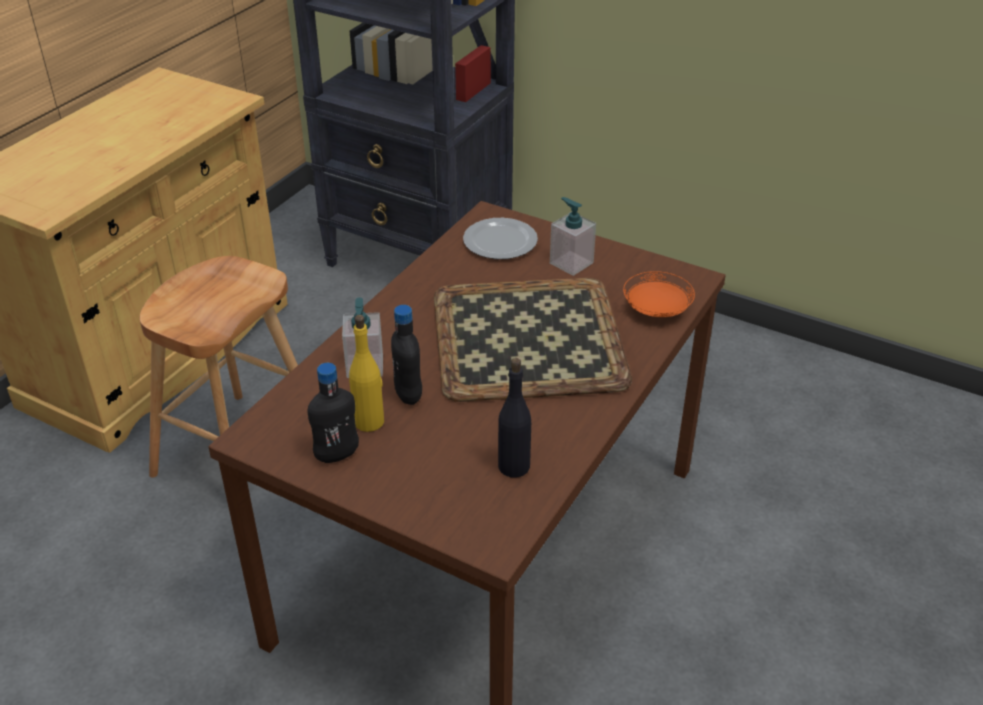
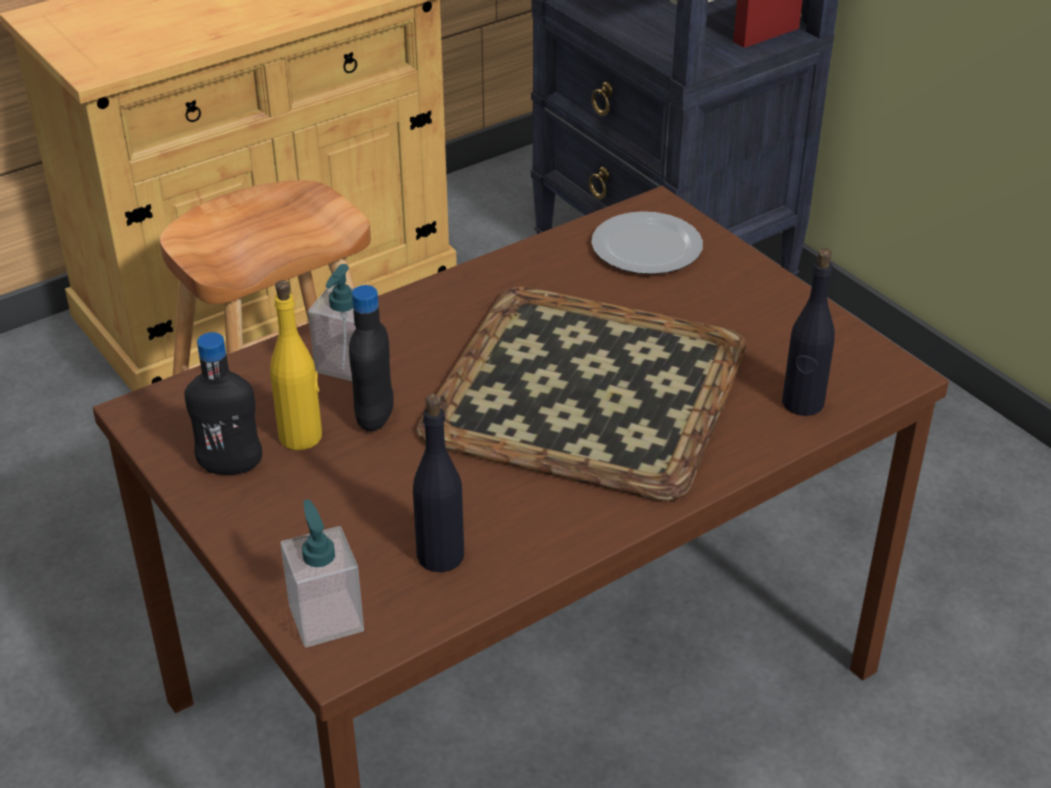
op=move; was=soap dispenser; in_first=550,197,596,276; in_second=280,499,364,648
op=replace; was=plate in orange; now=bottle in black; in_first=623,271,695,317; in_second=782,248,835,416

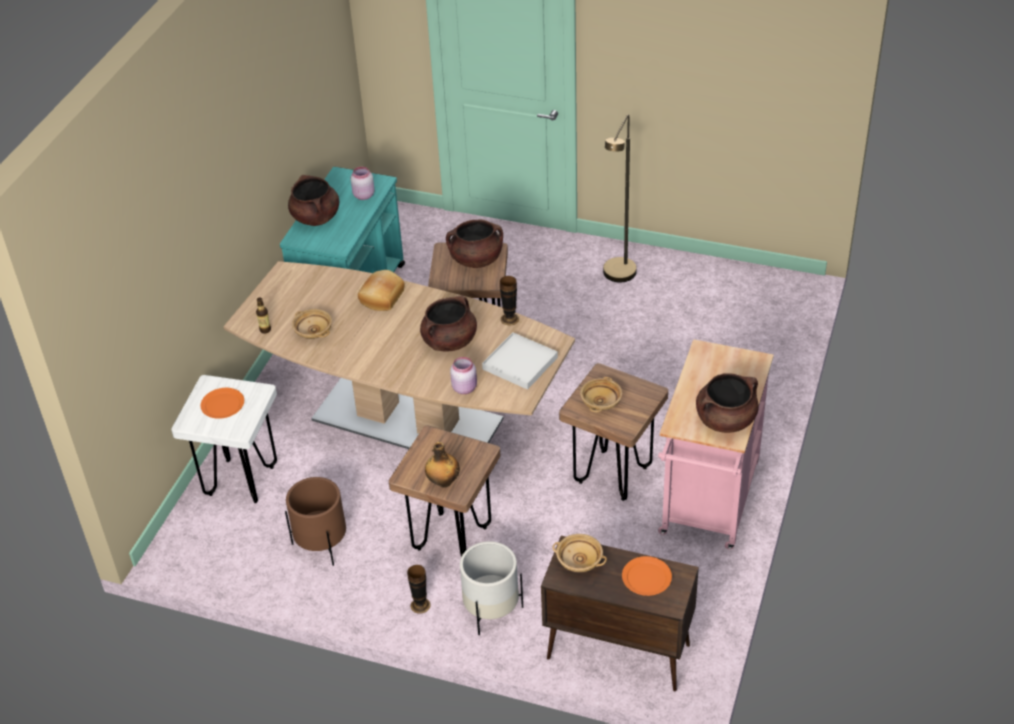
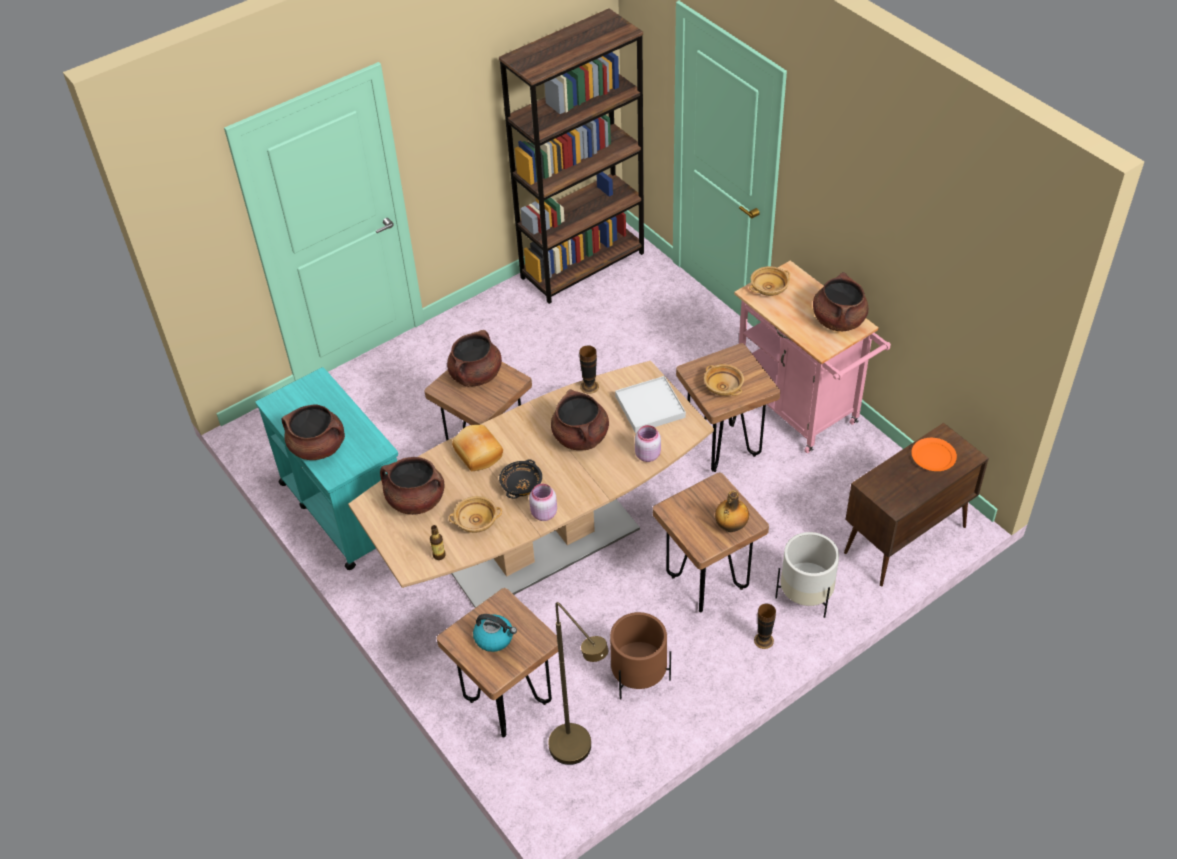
op=move; was=floor lamp in brown; in_first=603,115,637,283; in_second=548,602,608,765
op=move; was=jar in pink; in_first=351,167,374,200; in_second=529,484,557,521
op=recolor; was=stool in white; now=stool in brown; in_first=171,375,277,503; in_second=436,588,558,738
op=replace; was=plate in orange; now=kettle; in_first=200,388,244,419; in_second=473,614,517,652
op=move; was=bowl in beige; in_first=553,534,607,572; in_second=749,266,790,296
op=insert; now=bookcase in brown; in_second=499,8,644,304
op=insert; now=cooking pot in brown; in_second=380,457,444,515
op=insert; now=bowl in black; in_second=499,460,542,499

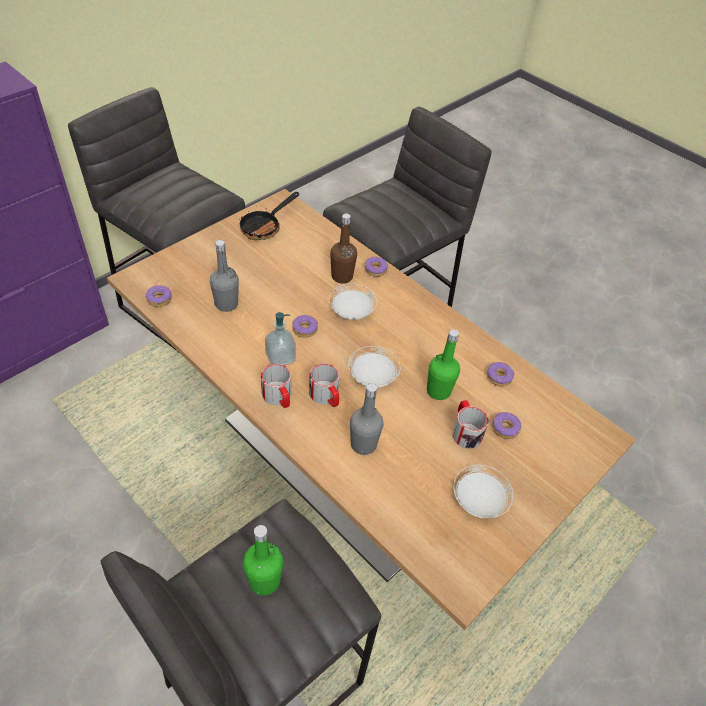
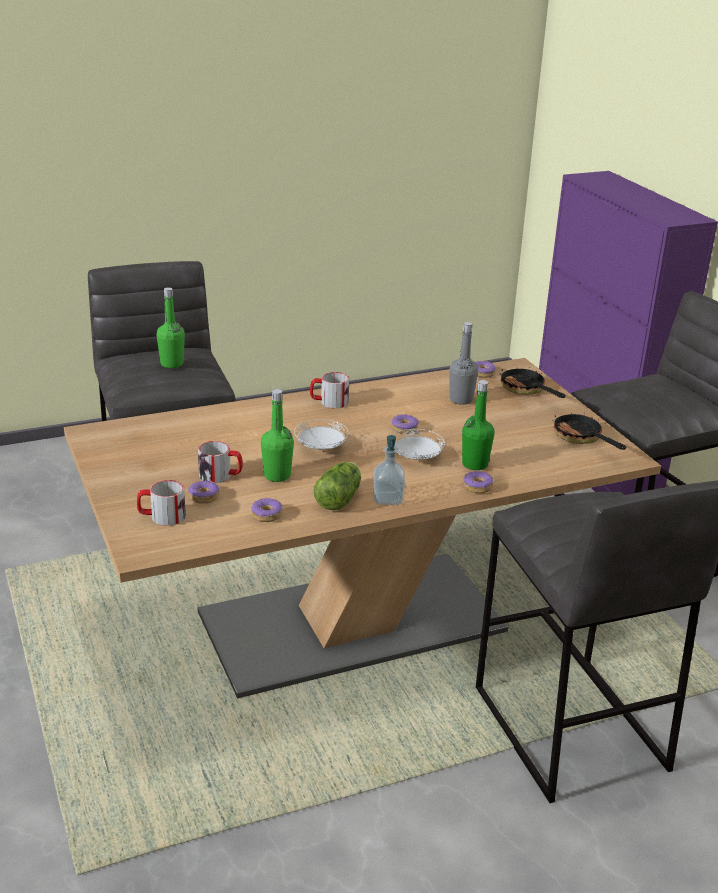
op=recolor; was=bottle in brown; now=bottle in green; in_first=330,214,357,284; in_second=462,380,495,470
op=move; was=soap dispenser; in_first=265,312,296,365; in_second=373,435,405,505
op=move; was=mug; in_first=309,363,339,407; in_second=137,480,186,526
op=delete; was=bottle in grey; in_first=350,383,383,455
op=delete; was=plate in white; in_first=453,465,513,518
op=insert; now=frying pan; in_second=500,367,566,398
op=insert; now=lettuce; in_second=314,462,361,510

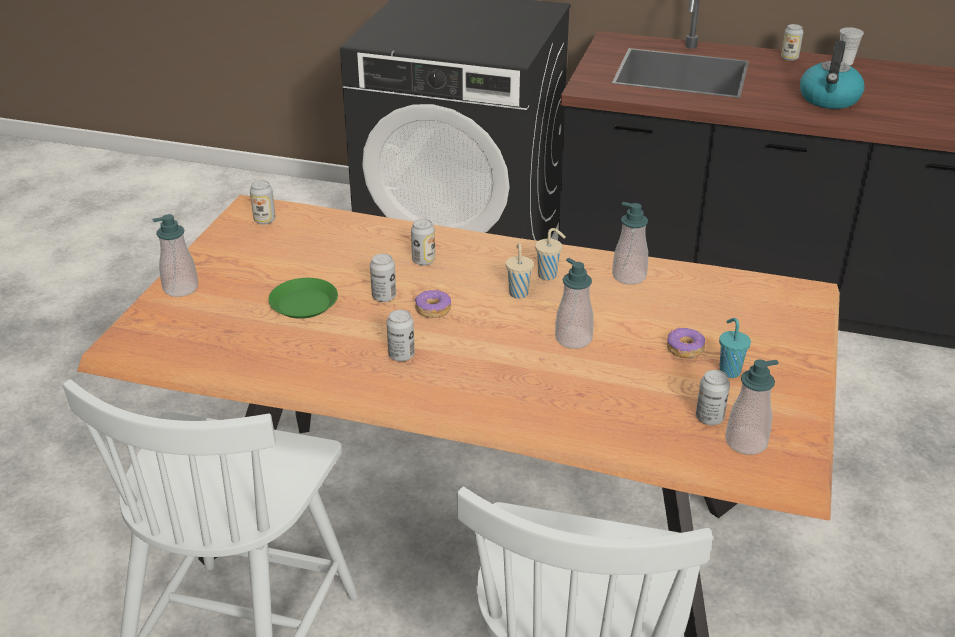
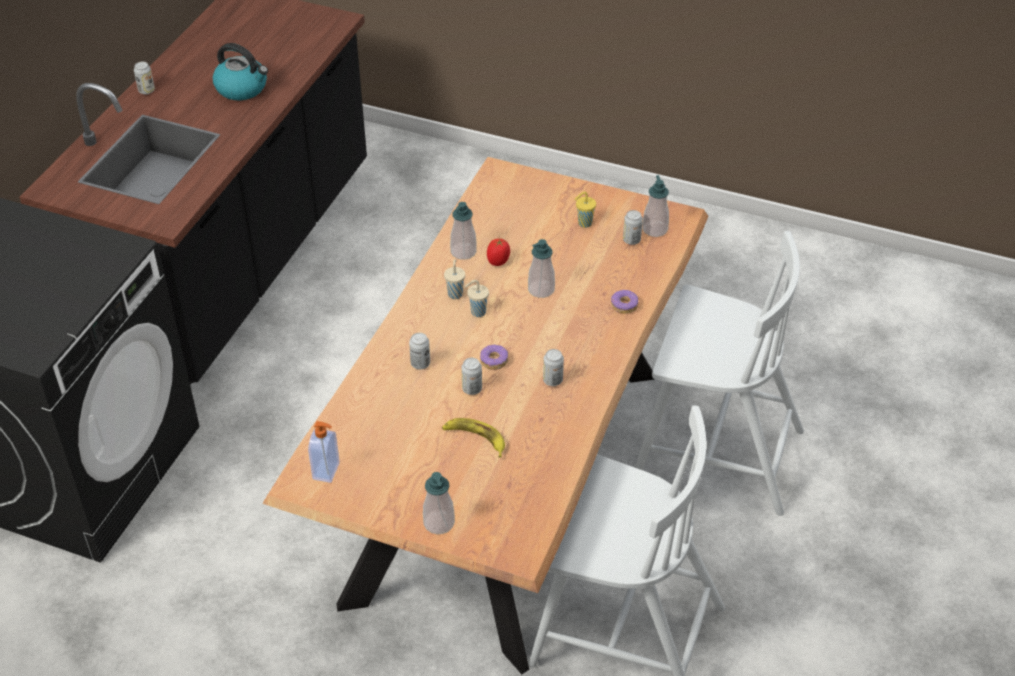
op=delete; was=cup in white; in_first=840,27,864,65
op=replace; was=can; now=soap dispenser; in_first=250,180,276,225; in_second=308,421,340,483
op=replace; was=plate in green; now=banana; in_first=268,278,338,319; in_second=442,418,505,458
op=recolor; was=cup in turquoise; now=cup in yellow; in_first=719,318,751,378; in_second=575,192,596,228
op=move; was=donut; in_first=667,328,705,358; in_second=611,290,639,314
op=insert; now=tomato; in_second=487,239,510,266

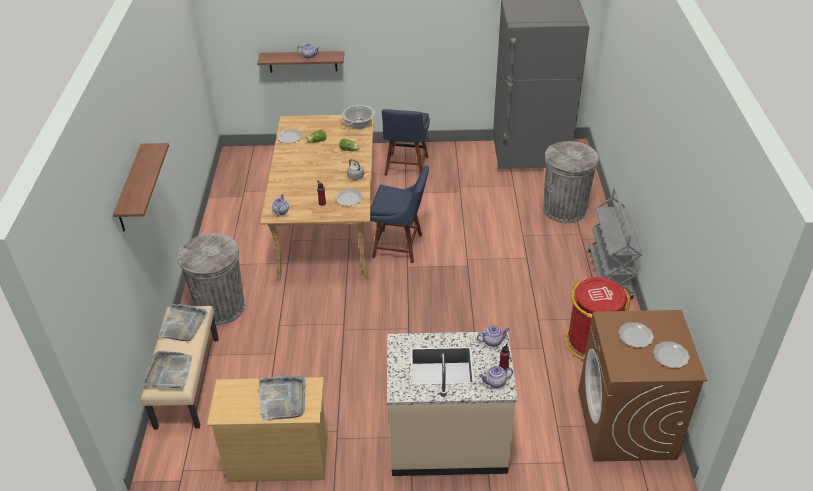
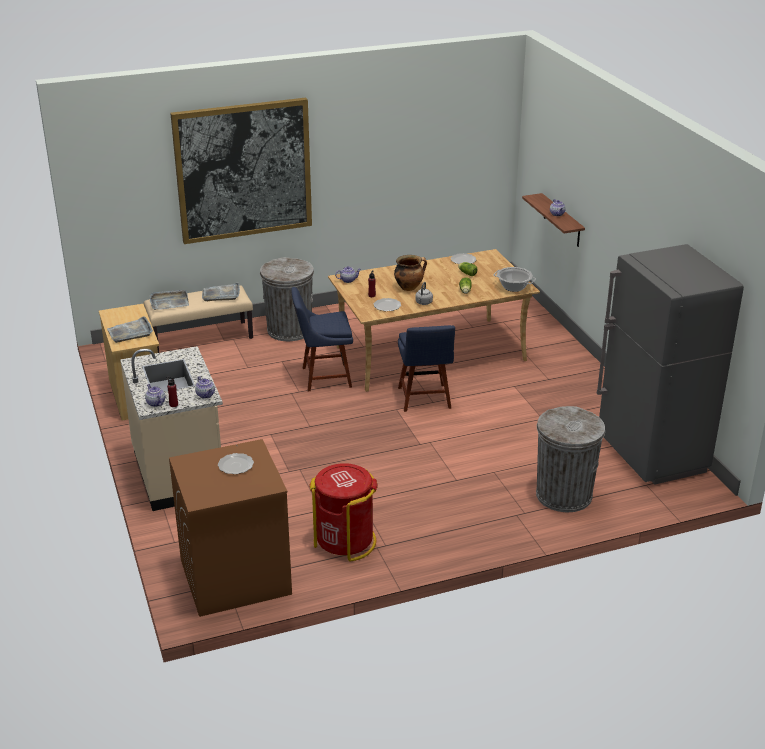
op=move; was=chair in blue; in_first=382,109,430,176; in_second=291,287,353,391
op=replace; was=shelf; now=picture; in_first=113,143,169,232; in_second=170,98,312,244
op=delete; was=cart in grey; in_first=588,188,642,299
op=delete; was=plate; in_first=653,341,690,368
op=insert; now=cooking pot; in_second=394,255,427,291

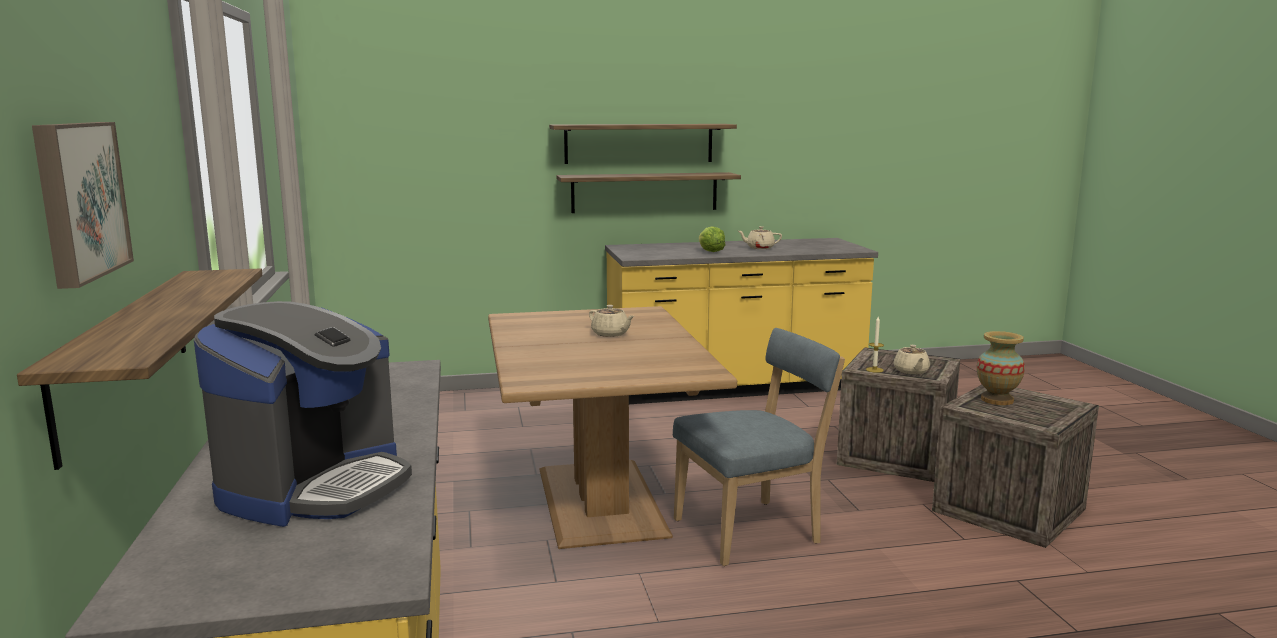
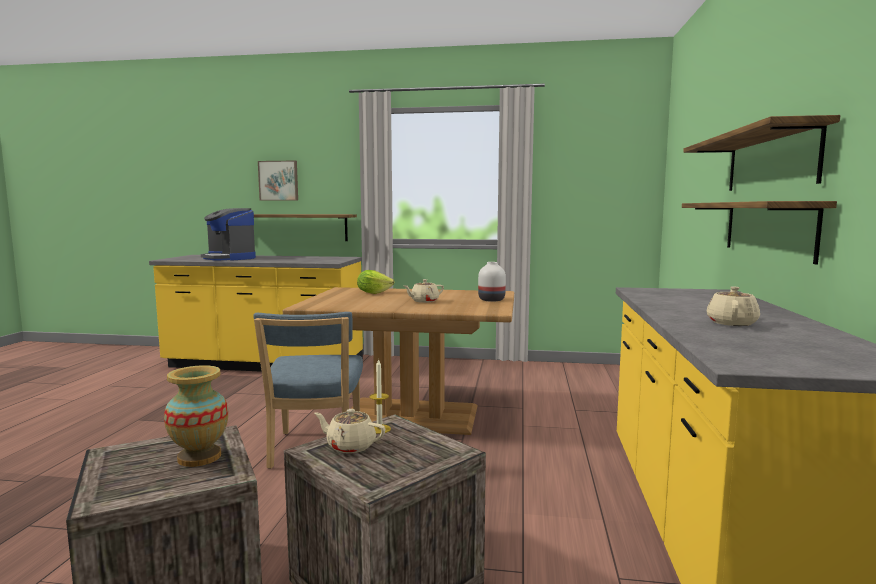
op=move; was=lettuce; in_first=699,227,725,252; in_second=357,270,394,294
op=insert; now=vase in white; in_second=478,262,506,302

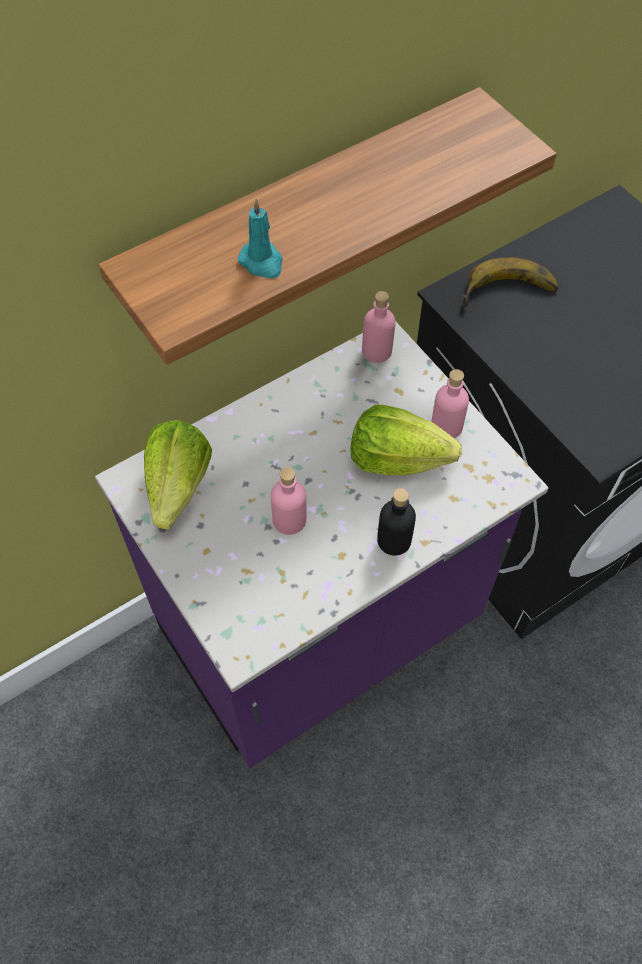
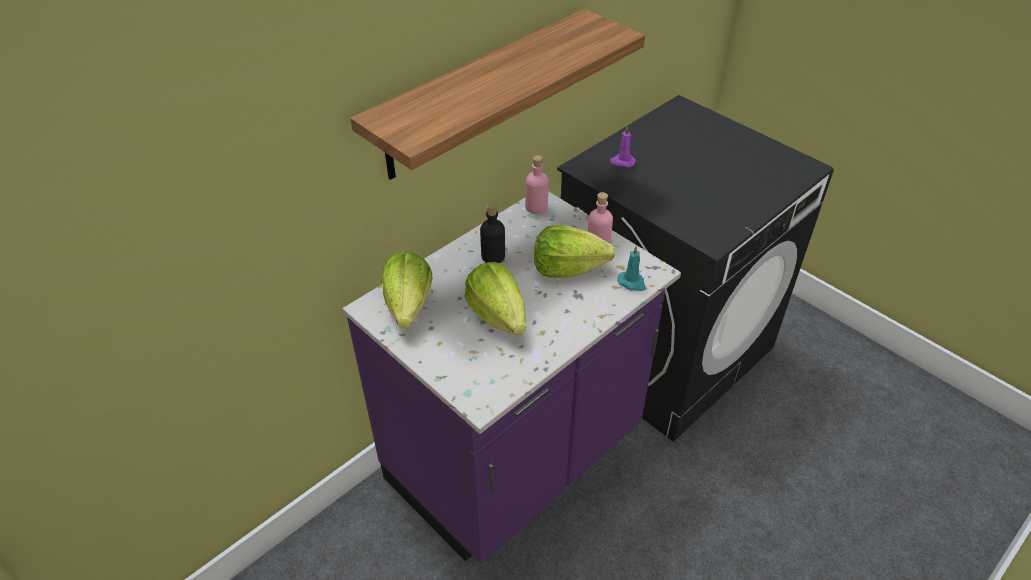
op=move; was=candle in turquoise; in_first=238,199,283,279; in_second=617,246,645,291
op=replace; was=banana; now=candle in purple; in_first=462,257,559,307; in_second=609,126,636,168
op=replace; was=bottle in pink; now=lettuce; in_first=271,467,306,535; in_second=465,262,526,335
op=move; was=bottle in black; in_first=377,488,416,556; in_second=480,203,505,263

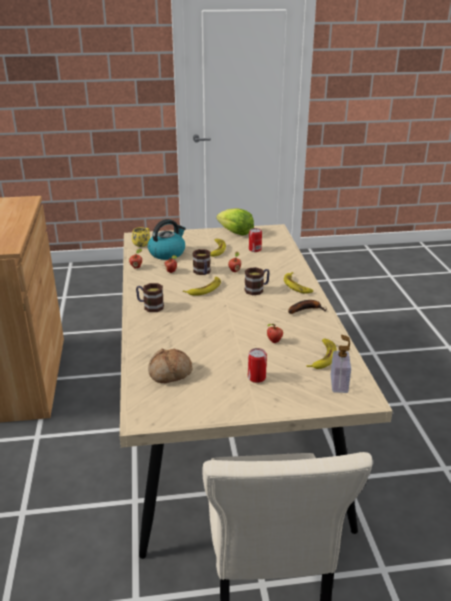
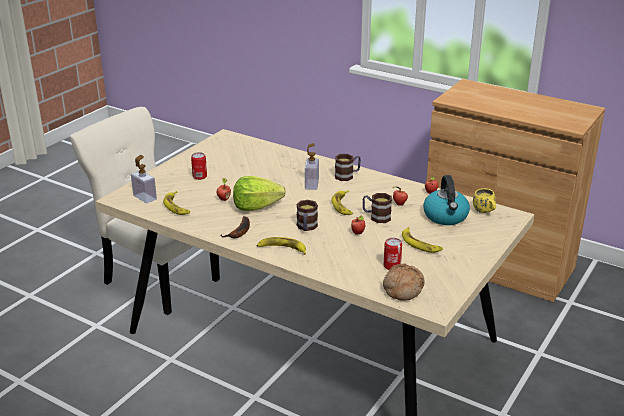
op=move; was=lettuce; in_first=216,208,254,236; in_second=233,176,286,211
op=move; was=bread; in_first=148,348,192,383; in_second=383,264,425,301
op=insert; now=soap dispenser; in_second=305,143,319,190

